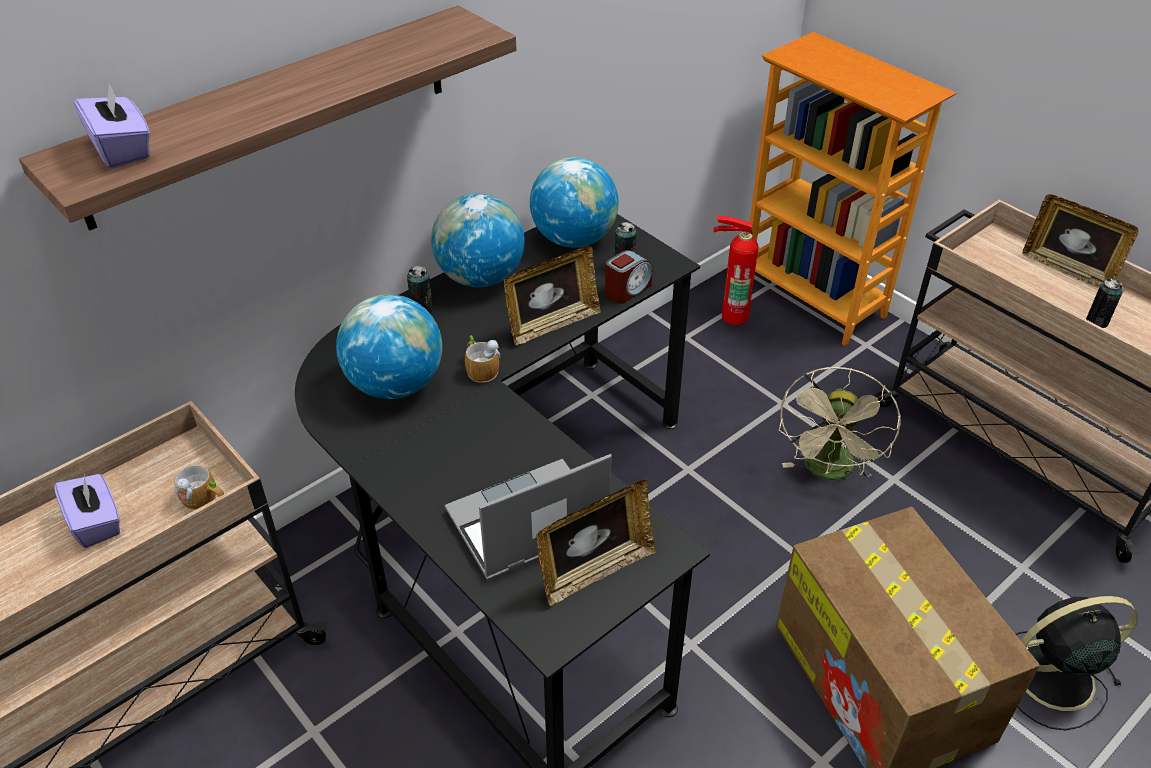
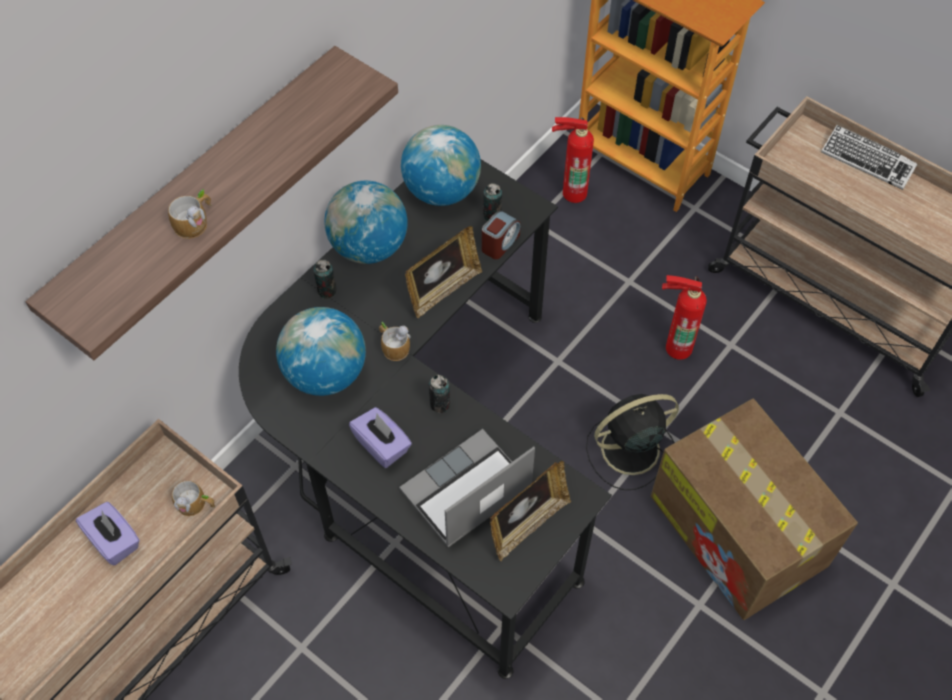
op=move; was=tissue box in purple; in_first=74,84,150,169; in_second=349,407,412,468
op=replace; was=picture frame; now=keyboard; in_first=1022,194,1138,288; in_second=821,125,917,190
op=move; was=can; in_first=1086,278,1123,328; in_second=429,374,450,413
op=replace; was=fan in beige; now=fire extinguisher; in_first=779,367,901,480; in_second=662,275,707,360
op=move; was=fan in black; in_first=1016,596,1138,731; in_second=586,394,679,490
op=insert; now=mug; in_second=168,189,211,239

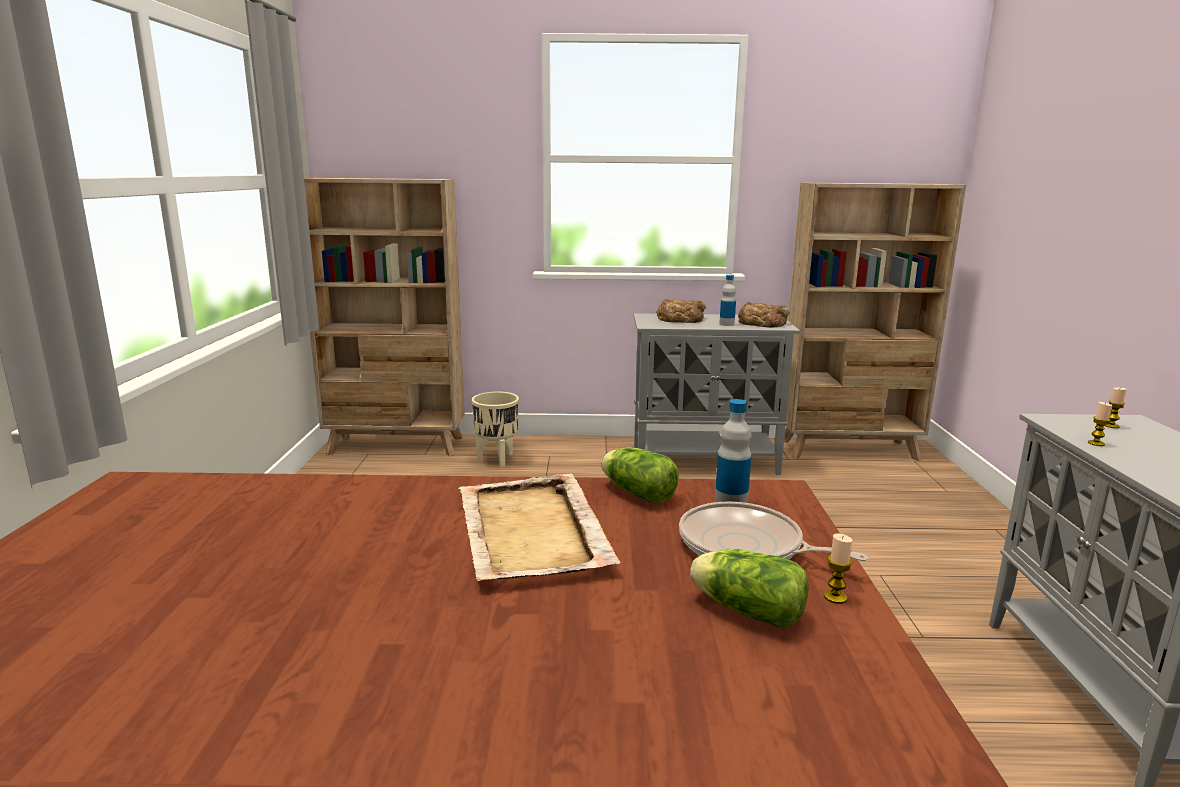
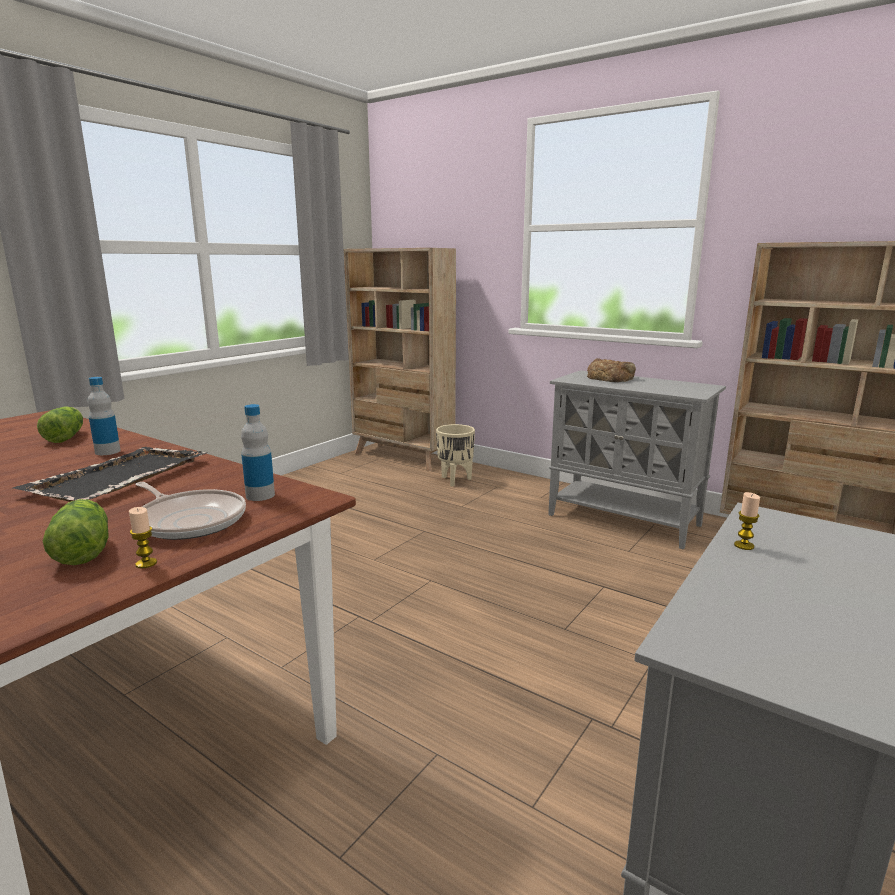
op=move; was=bottle; in_first=719,274,736,326; in_second=88,377,121,455
op=delete; was=bread; in_first=738,302,790,327
op=delete; was=candle; in_first=1104,388,1127,428
op=move; was=lettuce; in_first=601,447,679,504; in_second=37,406,83,443
op=recolor; was=tray in beige; now=tray in black; in_first=458,473,621,581; in_second=11,447,207,502
op=rotate; was=frying pan; in_first=679,501,868,561; in_second=136,482,246,540; clockwise=150

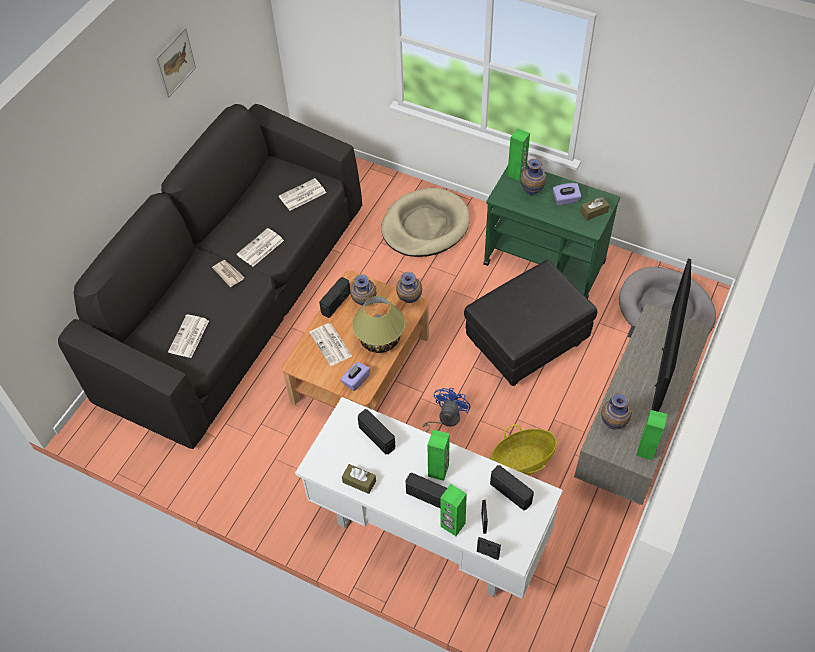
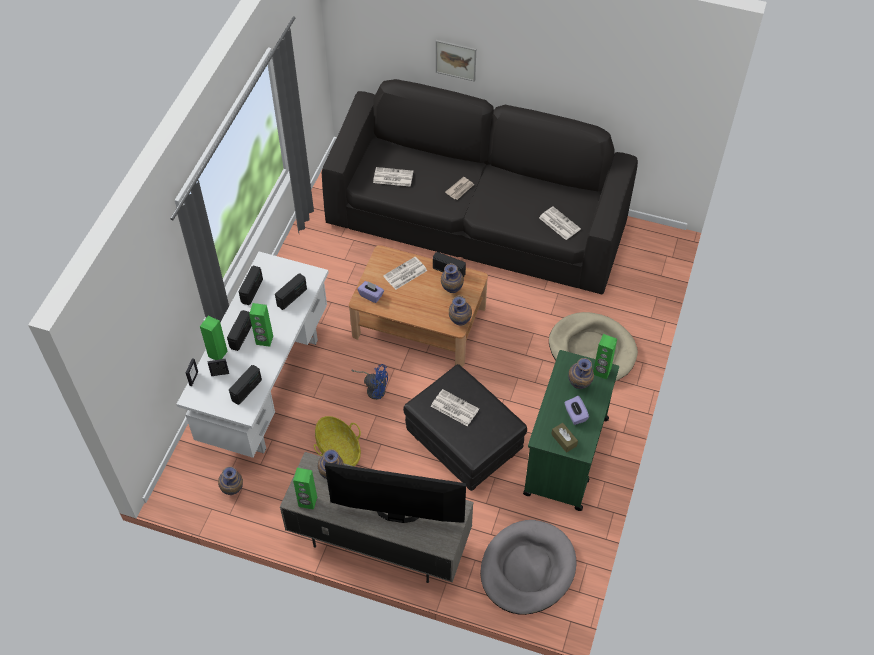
op=move; was=picture; in_first=155,27,196,98; in_second=436,40,476,82
op=move; was=newspaper; in_first=236,228,284,266; in_second=431,389,479,426
op=delete; was=table lamp; in_first=352,296,405,353
op=replace; was=tissue box in brown; now=radio; in_first=342,464,376,494; in_second=239,266,263,305
op=insert; now=vase; in_second=218,466,243,495

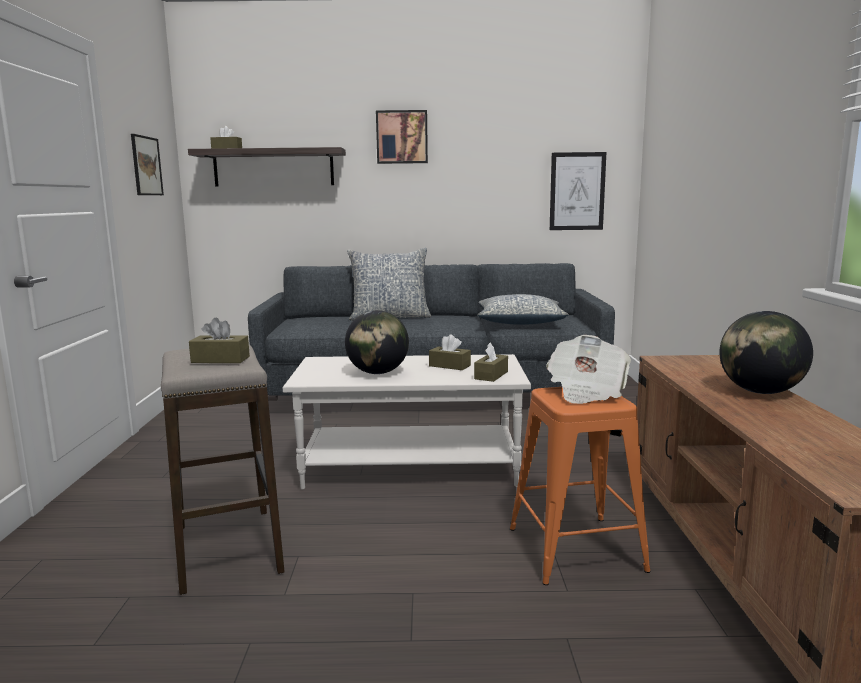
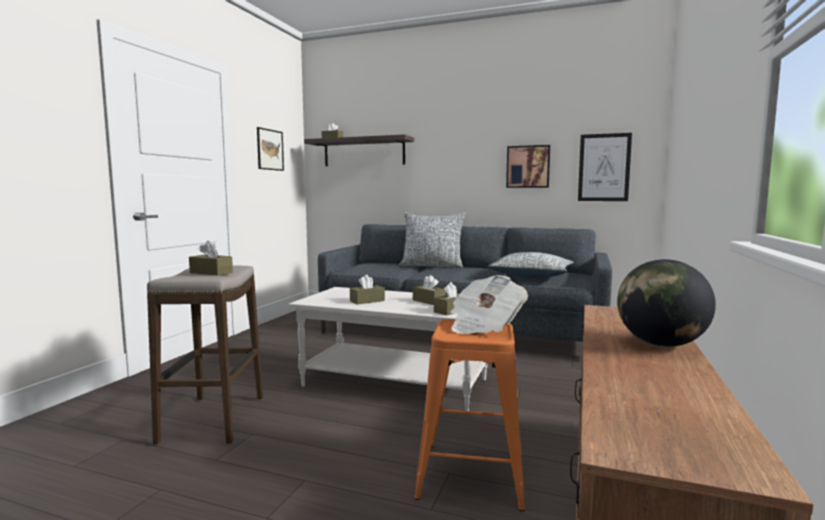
op=move; was=picture; in_first=376,110,428,164; in_second=506,145,550,188
op=replace; was=globe; now=tissue box in brown; in_first=345,310,409,374; in_second=350,275,385,304

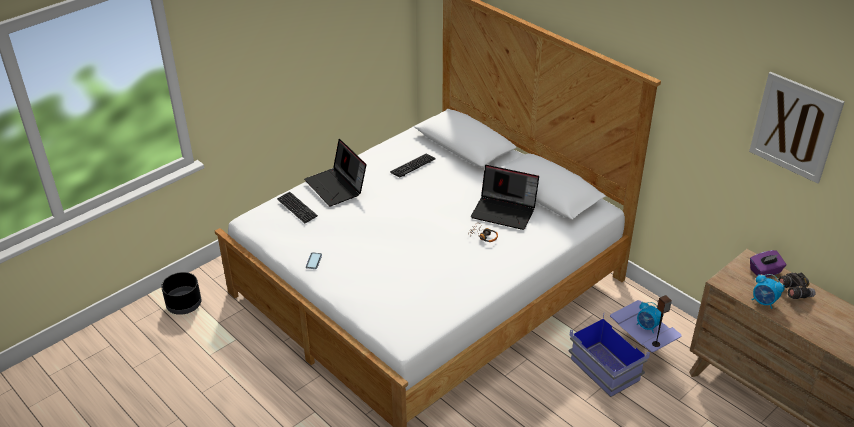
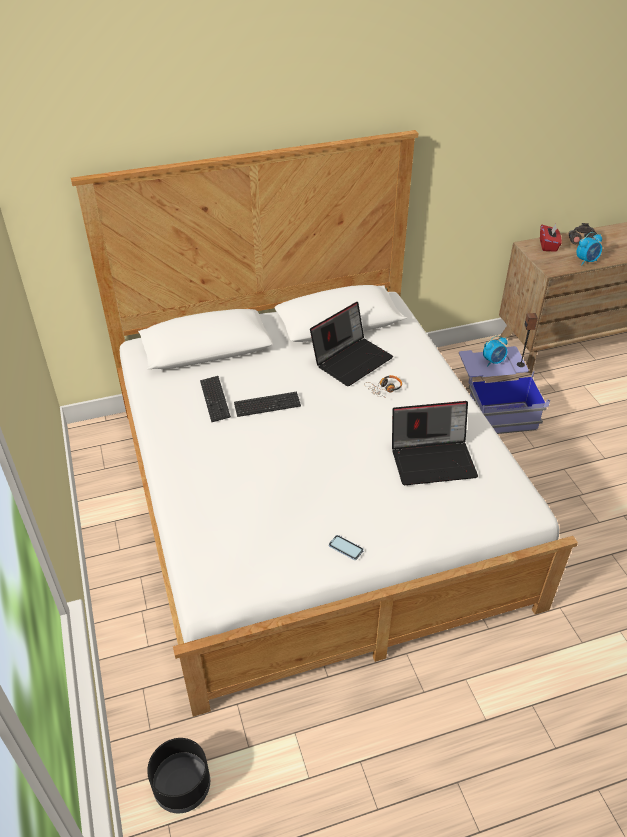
op=delete; was=picture; in_first=749,72,845,184
op=move; was=laptop; in_first=304,139,367,206; in_second=392,401,478,485
op=move; was=keyboard; in_first=277,192,318,223; in_second=234,392,301,417
op=recolor; was=tissue box in purple; now=tissue box in red; in_first=750,250,786,277; in_second=540,224,562,252

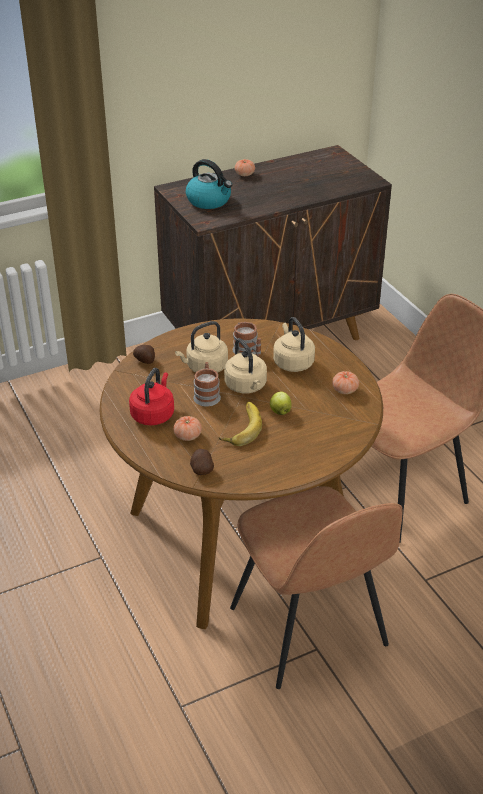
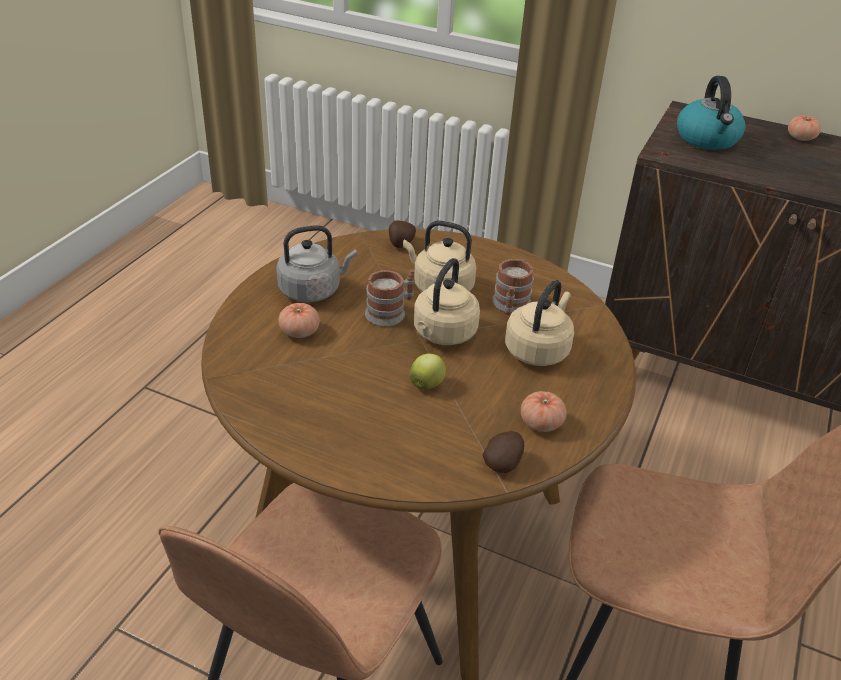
op=recolor; was=kettle in red; now=kettle in grey; in_first=129,368,174,425; in_second=276,225,357,303
op=delete; was=banana; in_first=219,402,262,446
op=move; was=potato; in_first=190,449,214,475; in_second=483,431,524,473

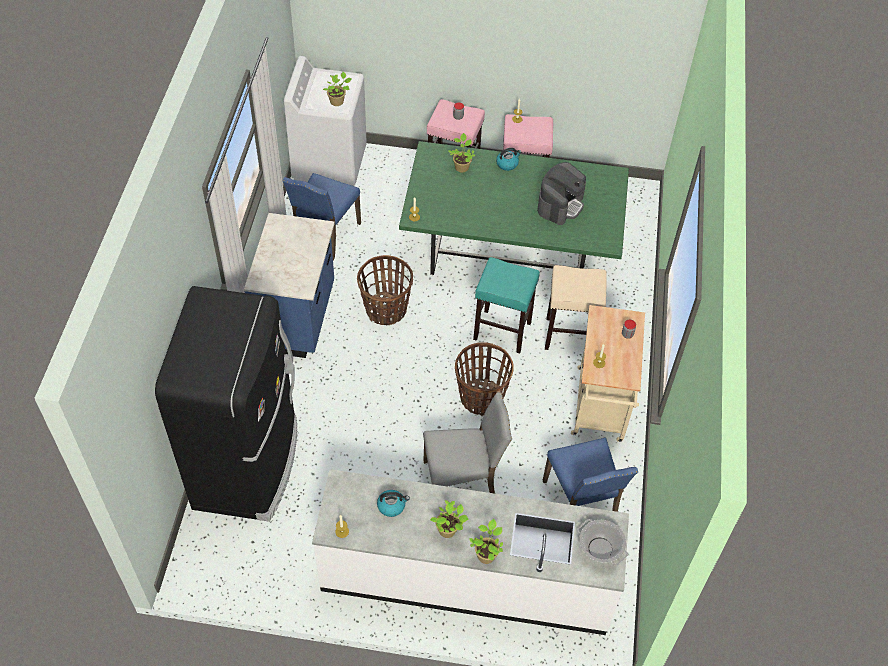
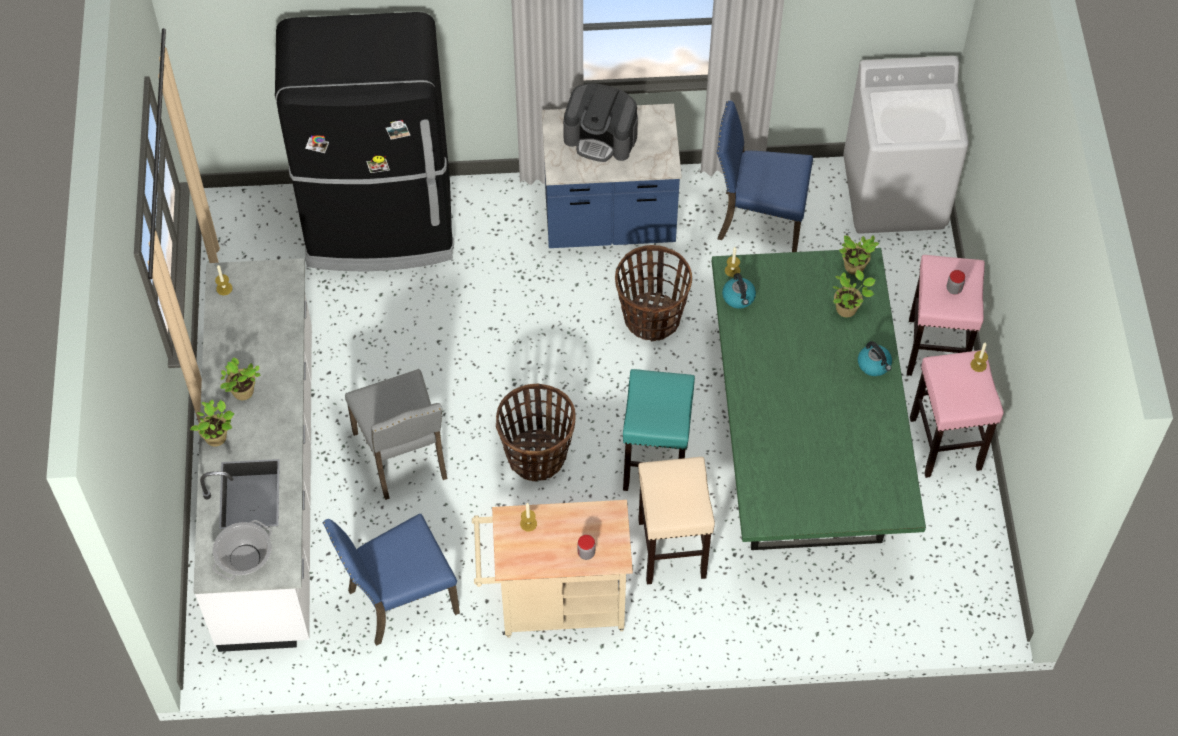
op=move; was=potted plant; in_first=323,72,352,106; in_second=839,235,879,275
op=move; was=coffee machine; in_first=537,162,586,225; in_second=563,83,638,162
op=move; was=kettle; in_first=377,490,410,517; in_second=722,273,756,309

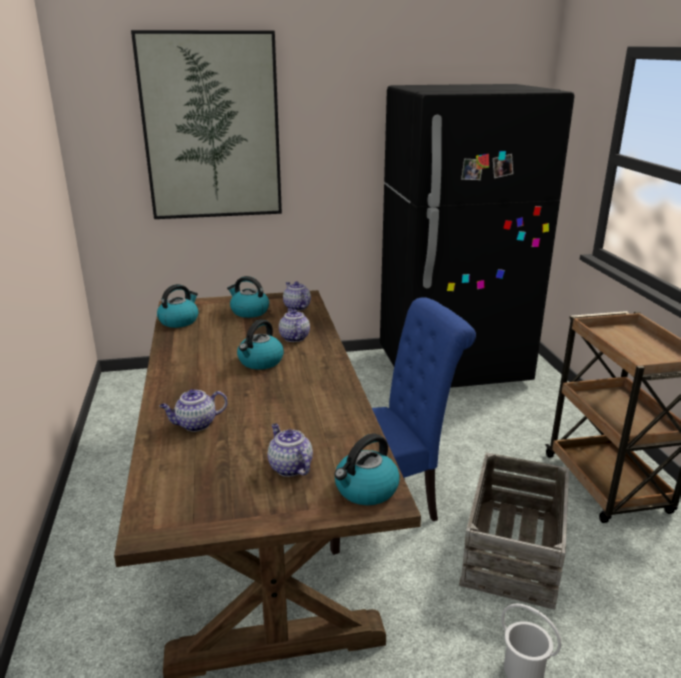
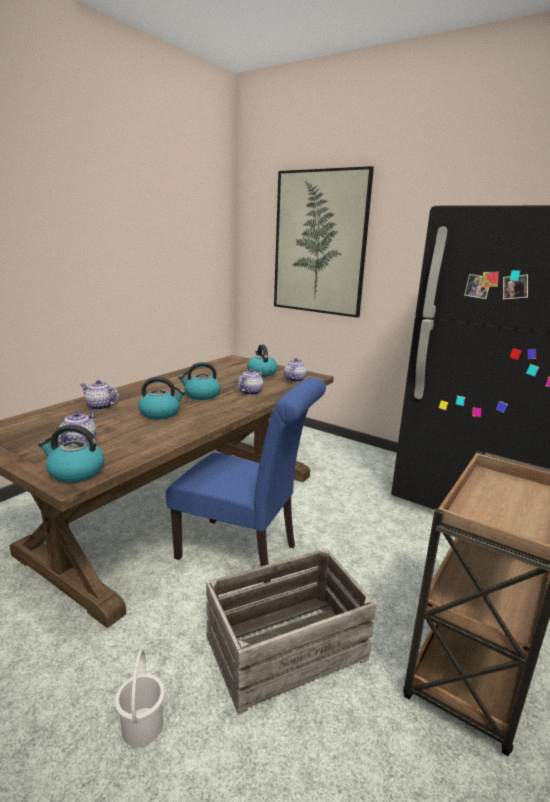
op=move; was=kettle; in_first=157,284,198,328; in_second=138,377,185,420

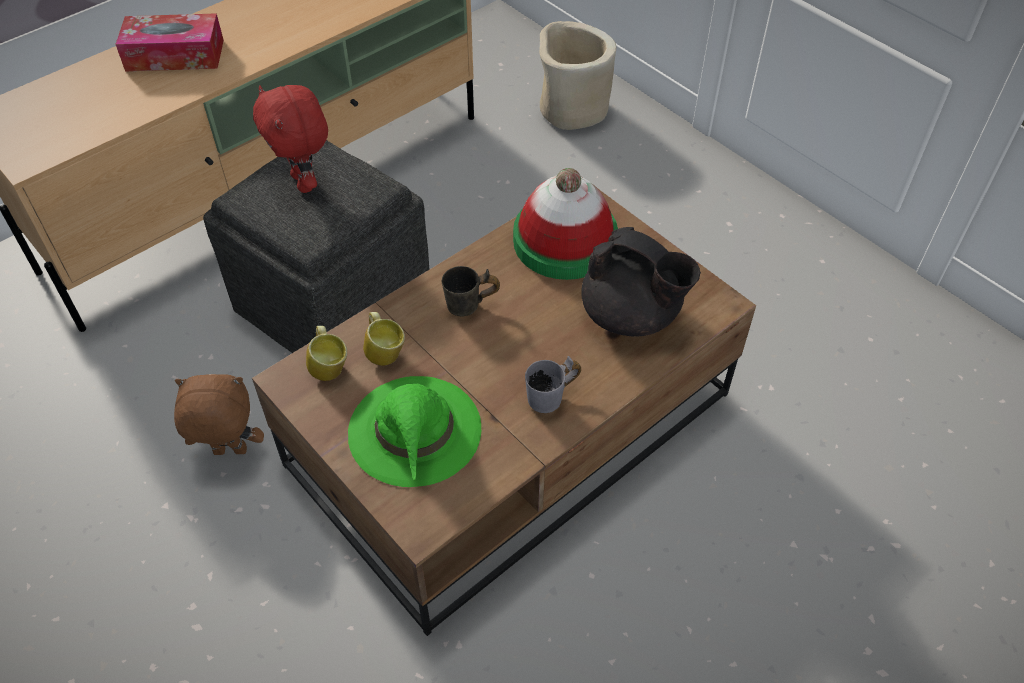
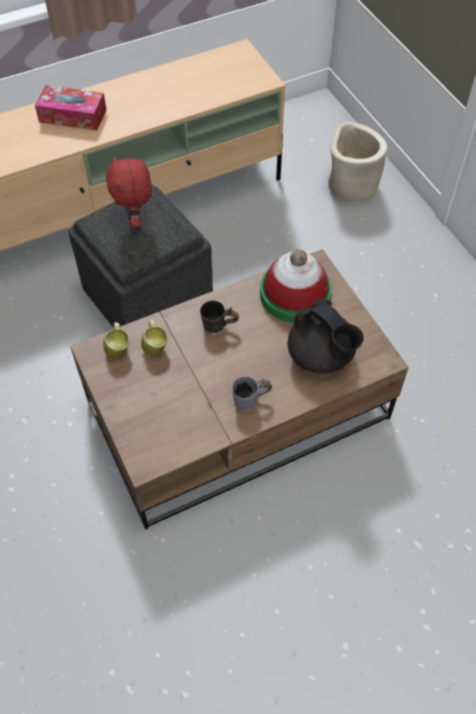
op=delete; was=plush toy in brown; in_first=174,374,264,455
op=delete; was=hat in green; in_first=348,376,481,487

